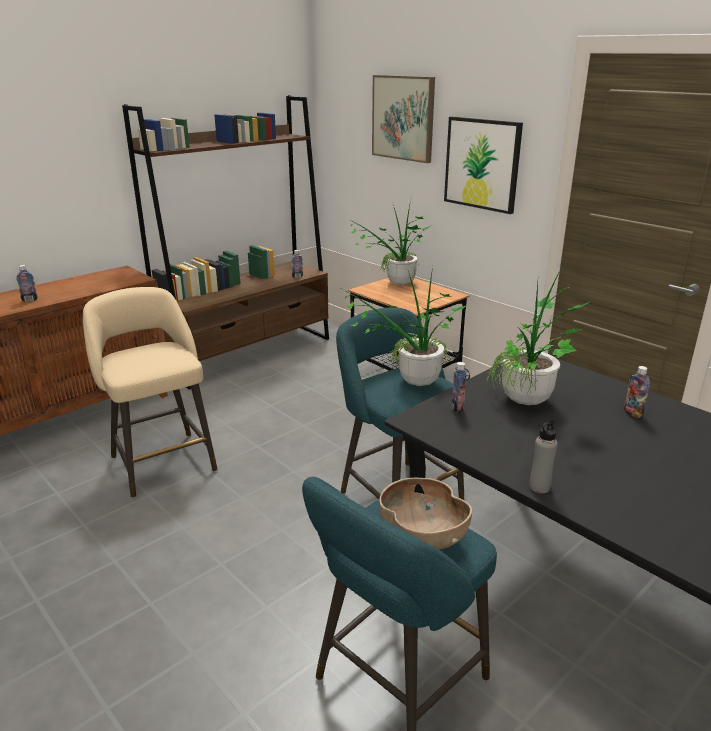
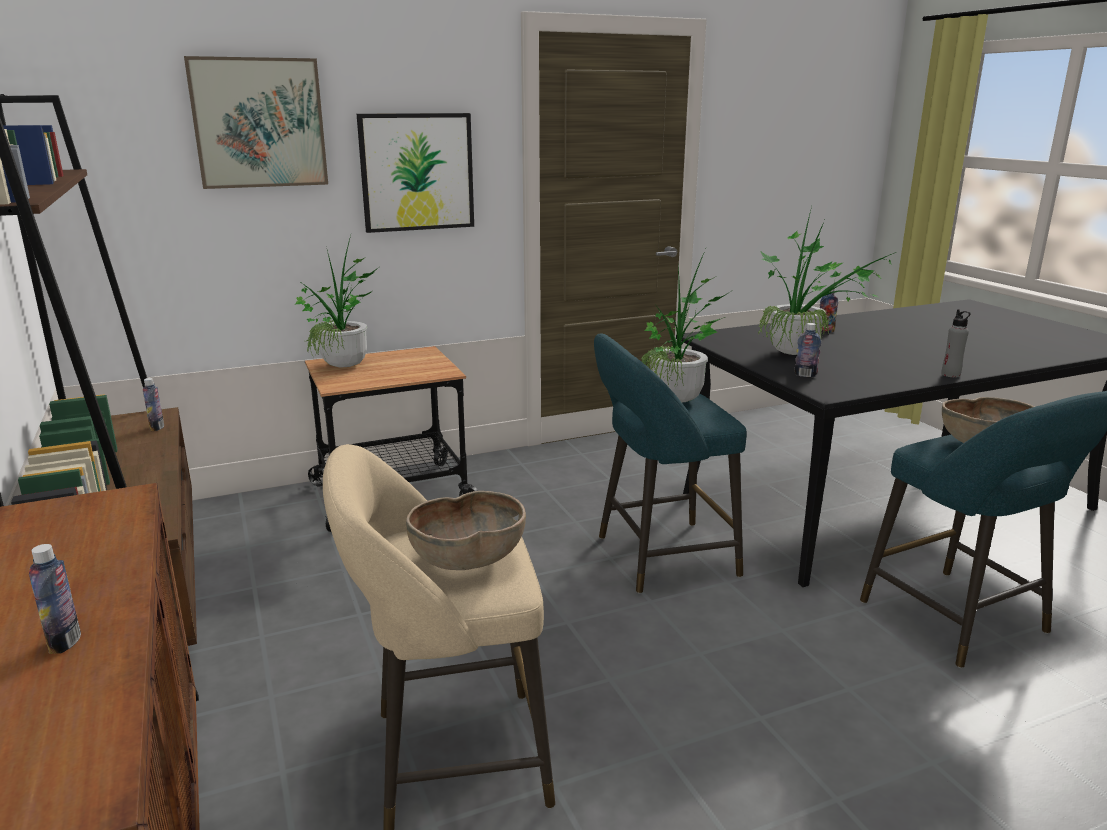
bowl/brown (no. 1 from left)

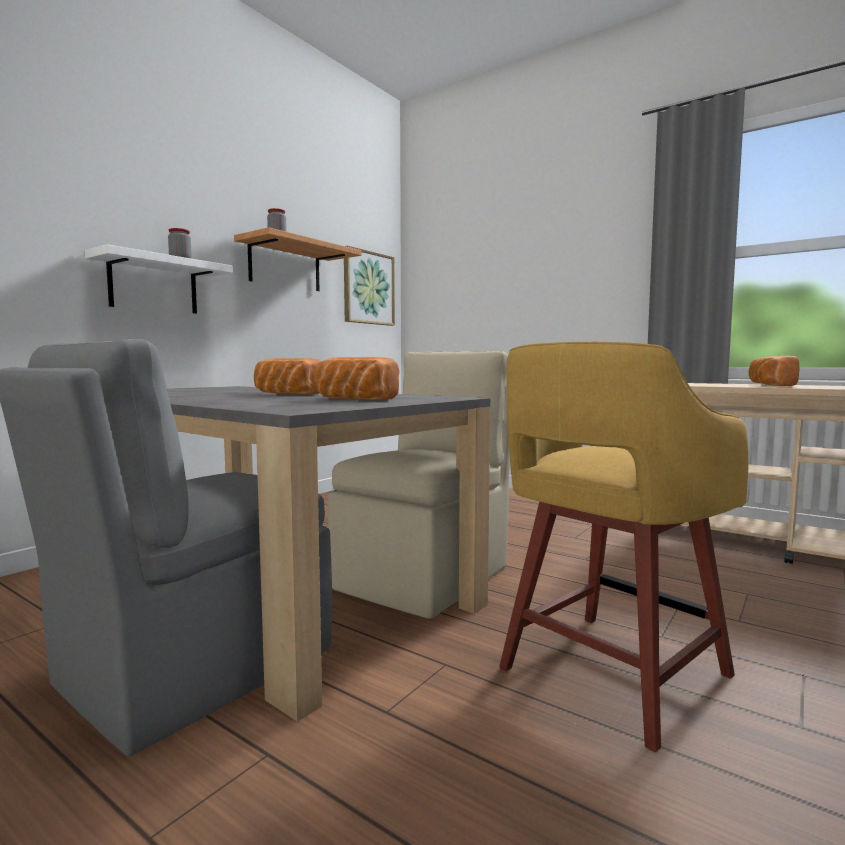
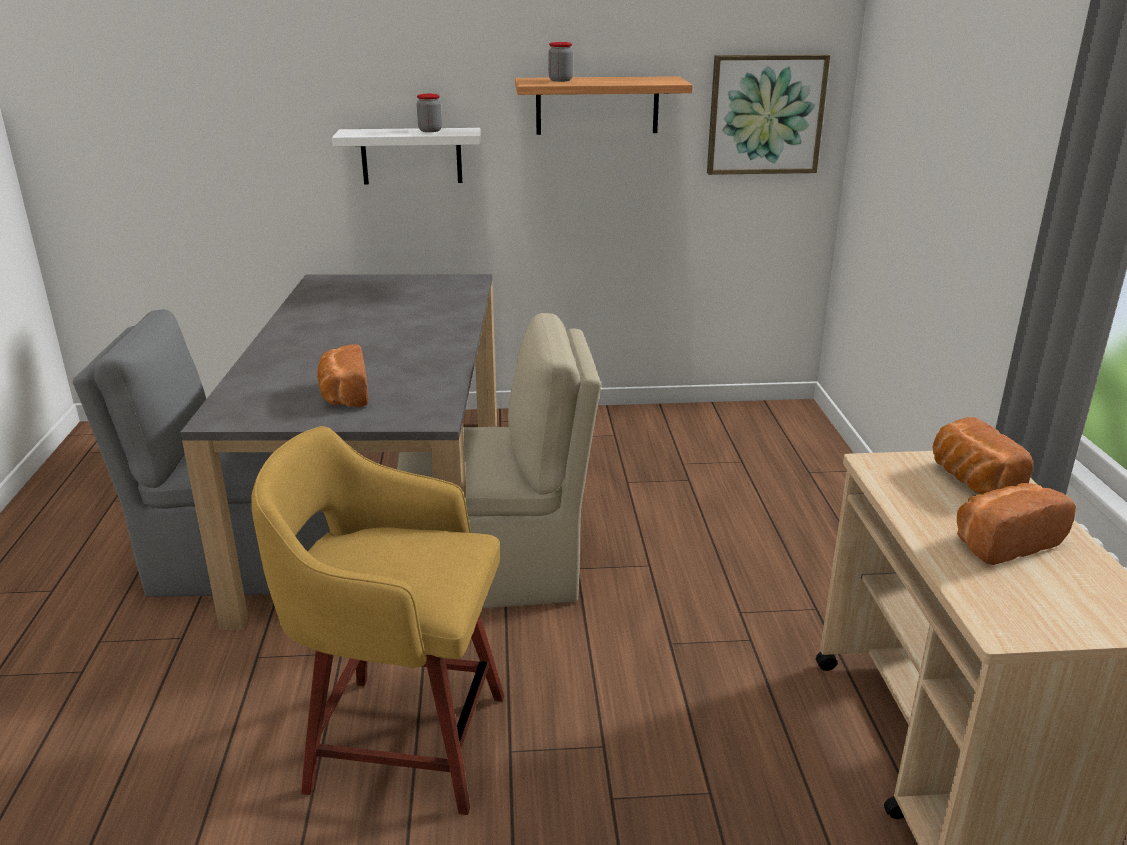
bread (no. 2 from left)

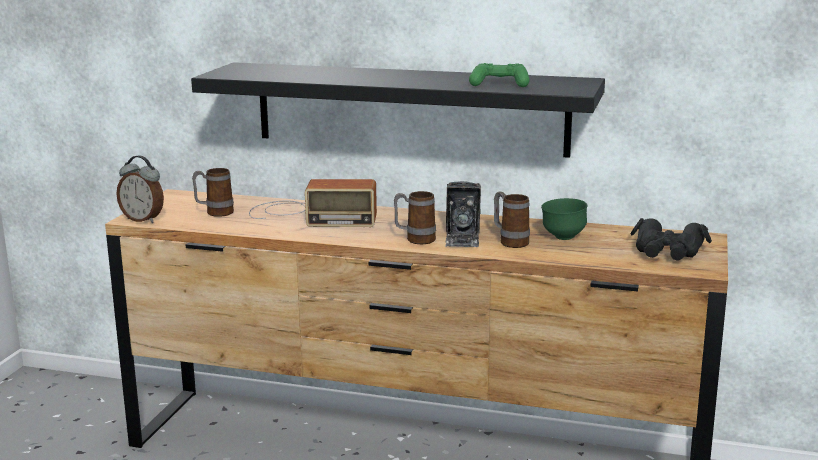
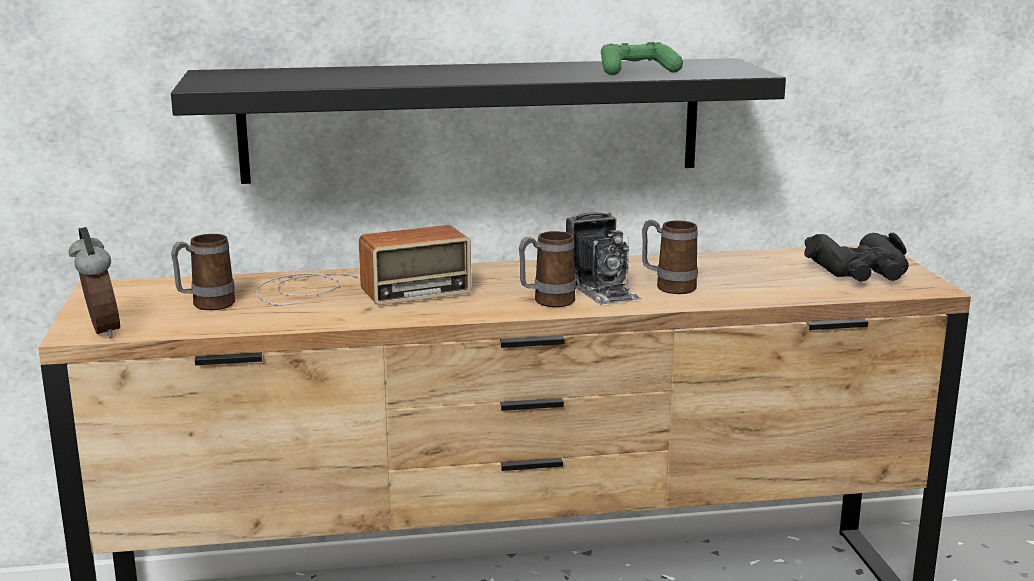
bowl/green; alarm clock

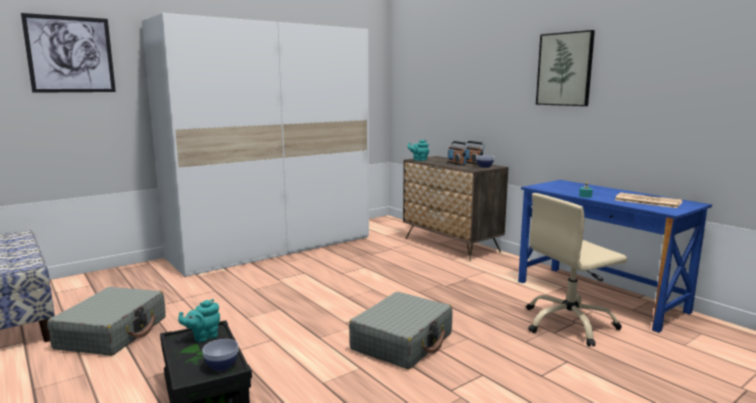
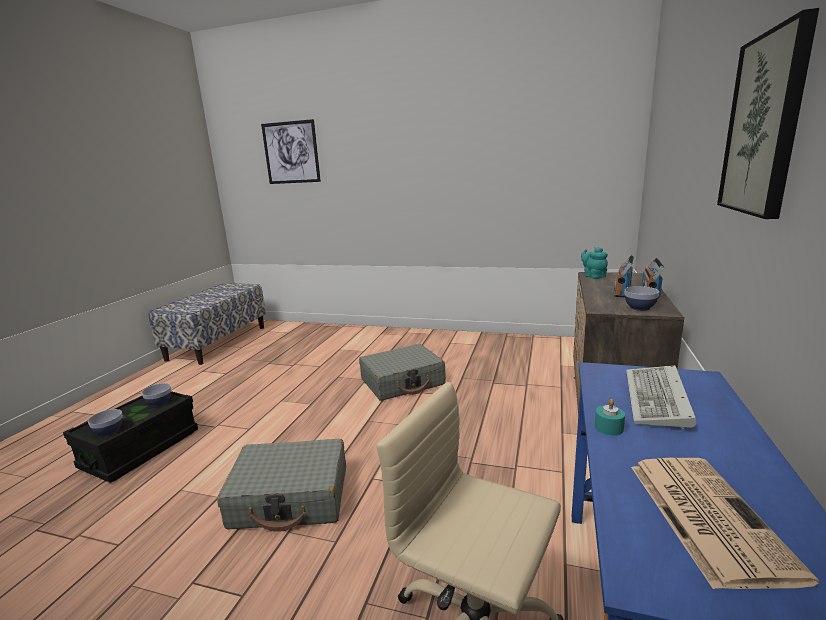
wardrobe/white; keyboard; suitcase/grey (no. 2 from left); bowl (no. 2 from left)

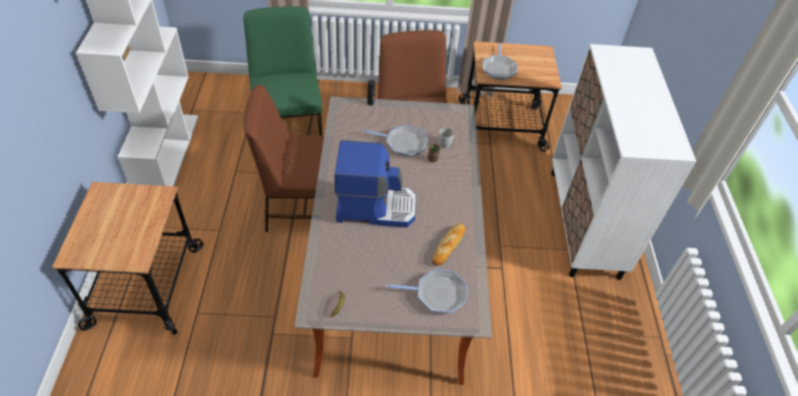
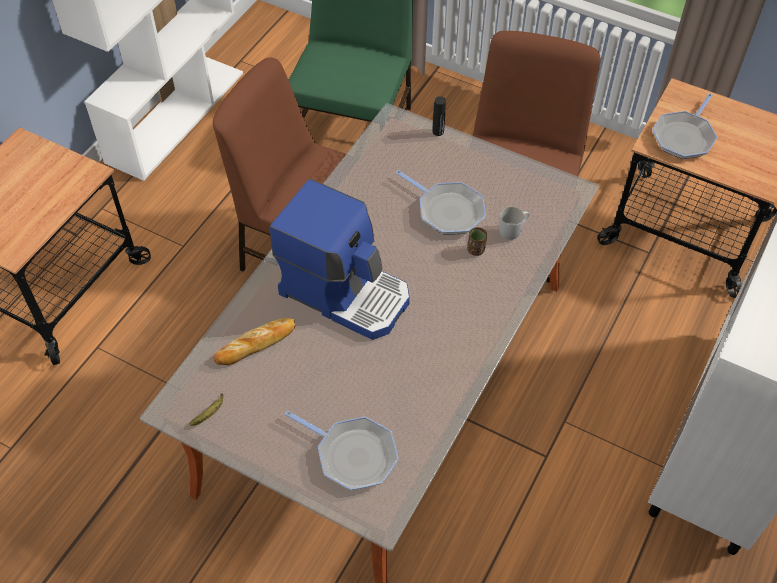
bread

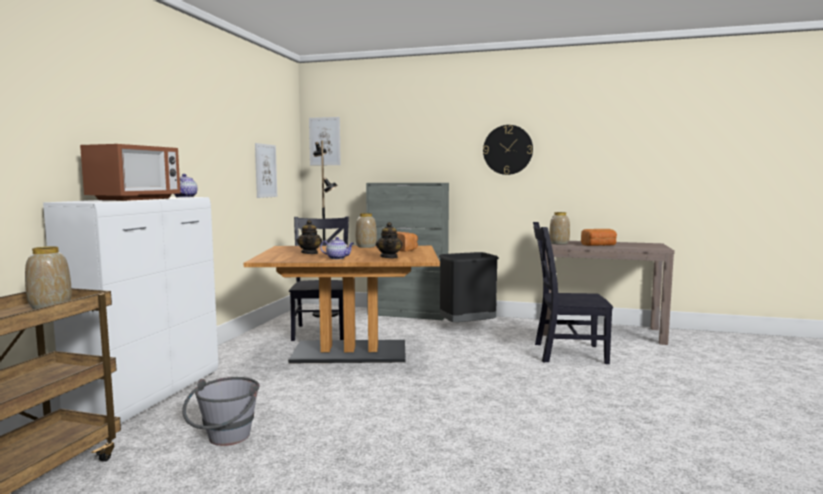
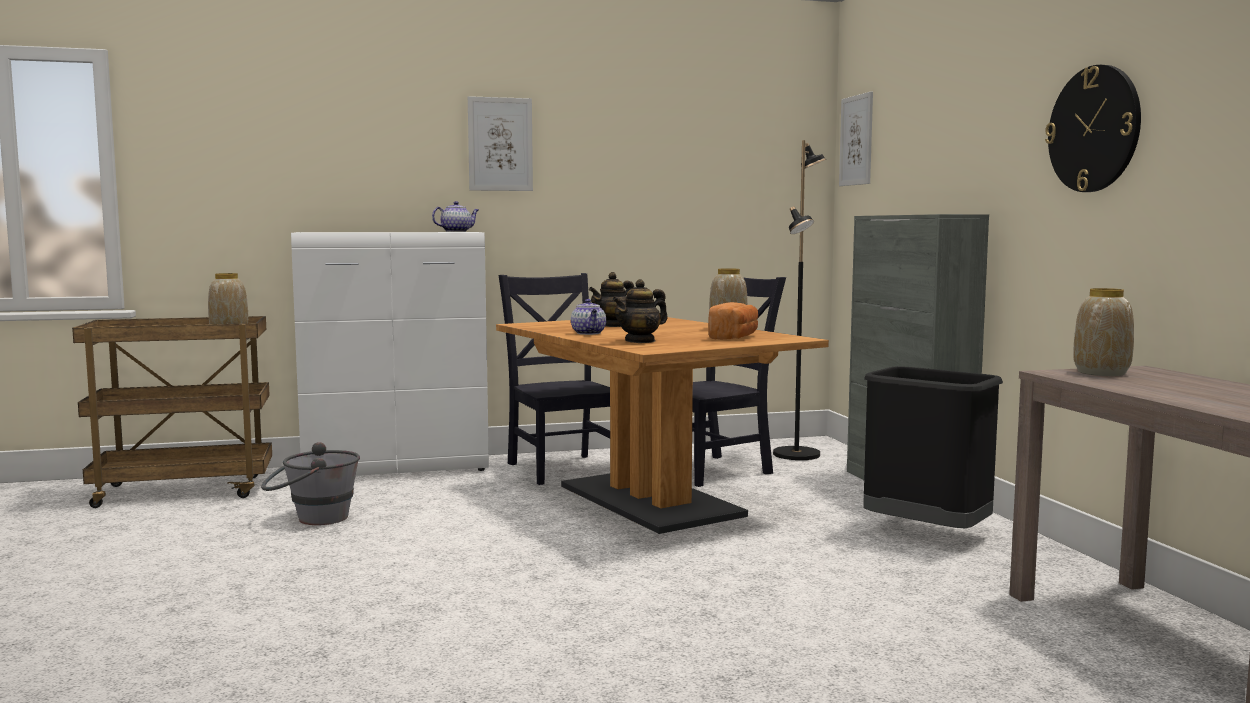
microwave; bread (no. 2 from left in the first image); picture (no. 1 from left); chair/black (no. 1 from left)

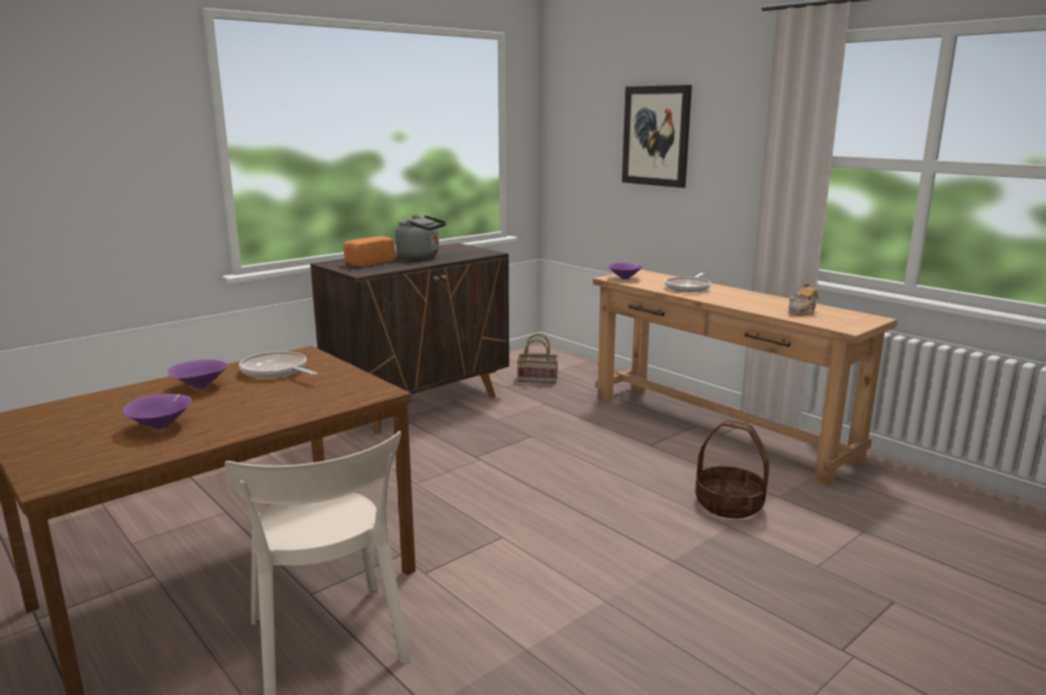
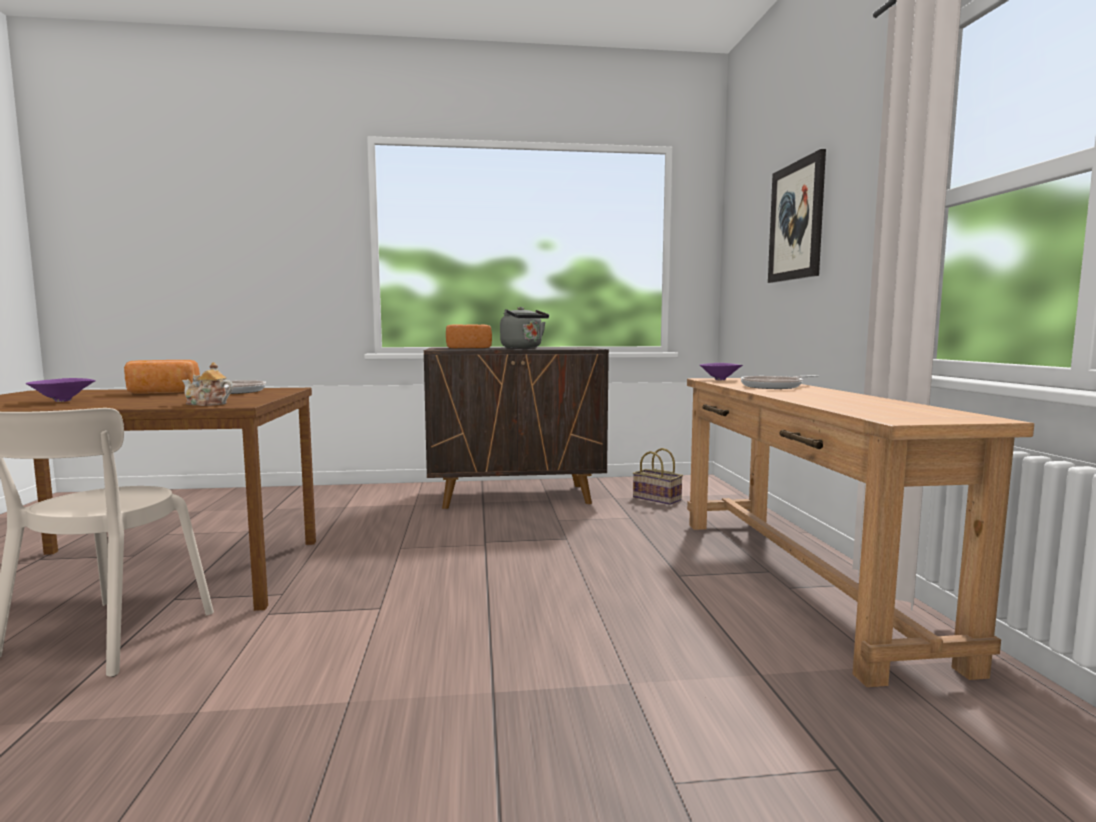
basket (no. 2 from left in the first image); teapot; bread (no. 1 from left)

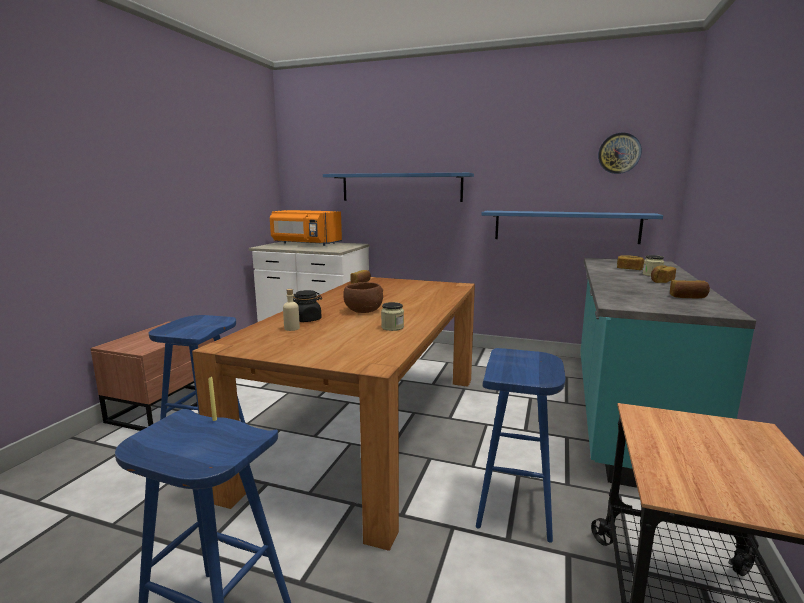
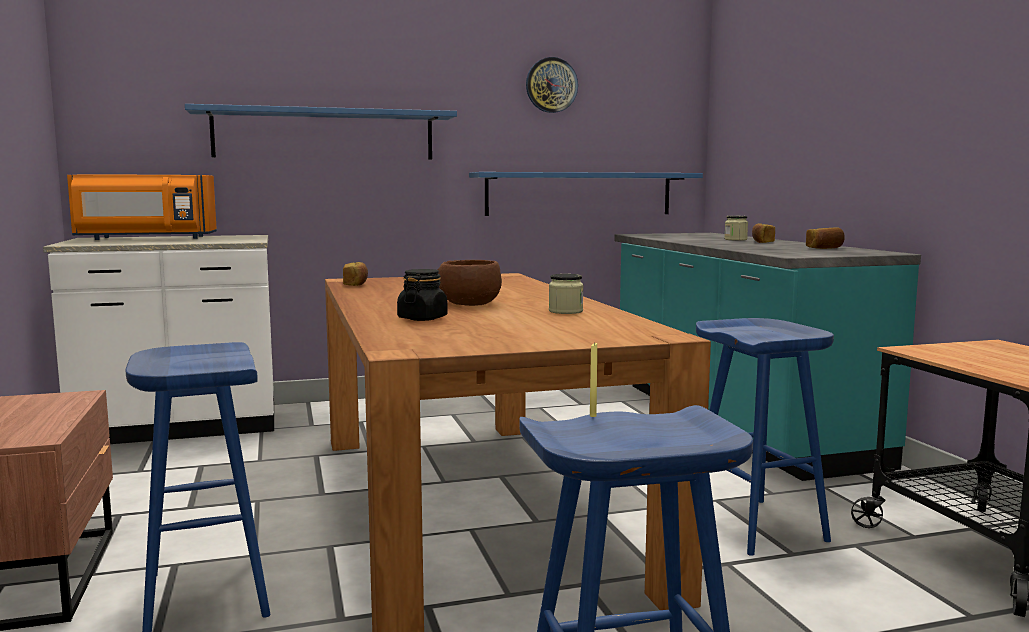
bottle/beige; bread (no. 2 from left in the first image); wall clock

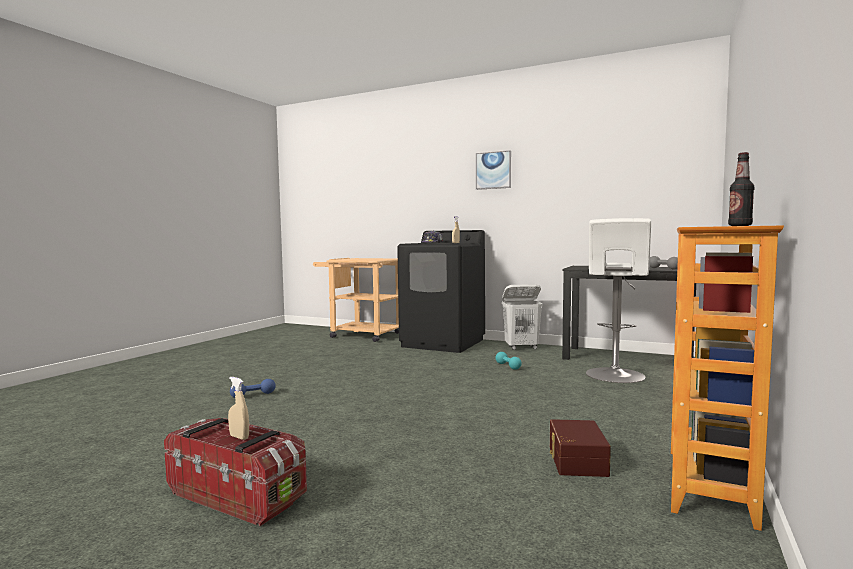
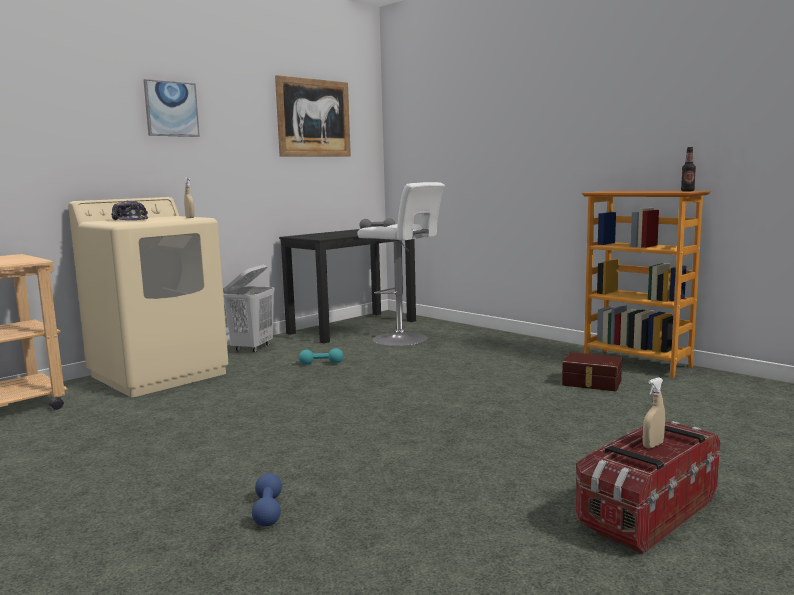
picture (no. 2 from left); washing machine/beige

